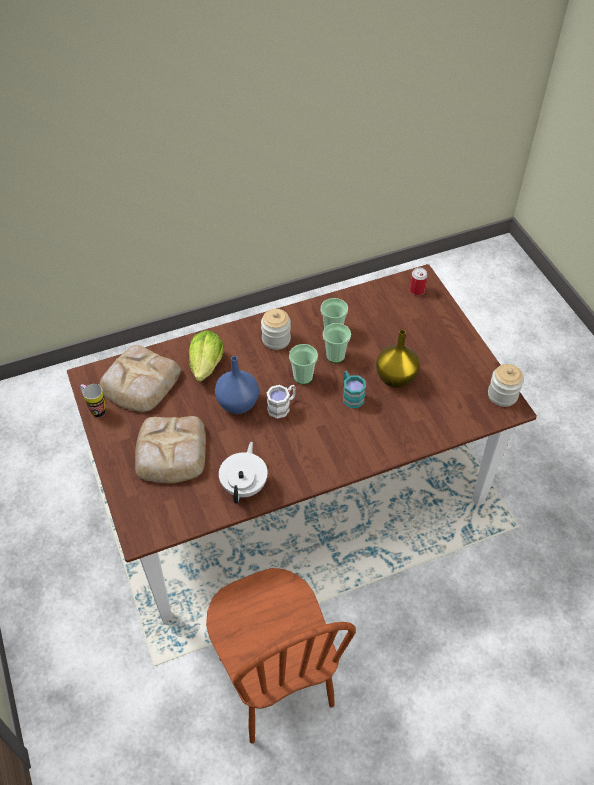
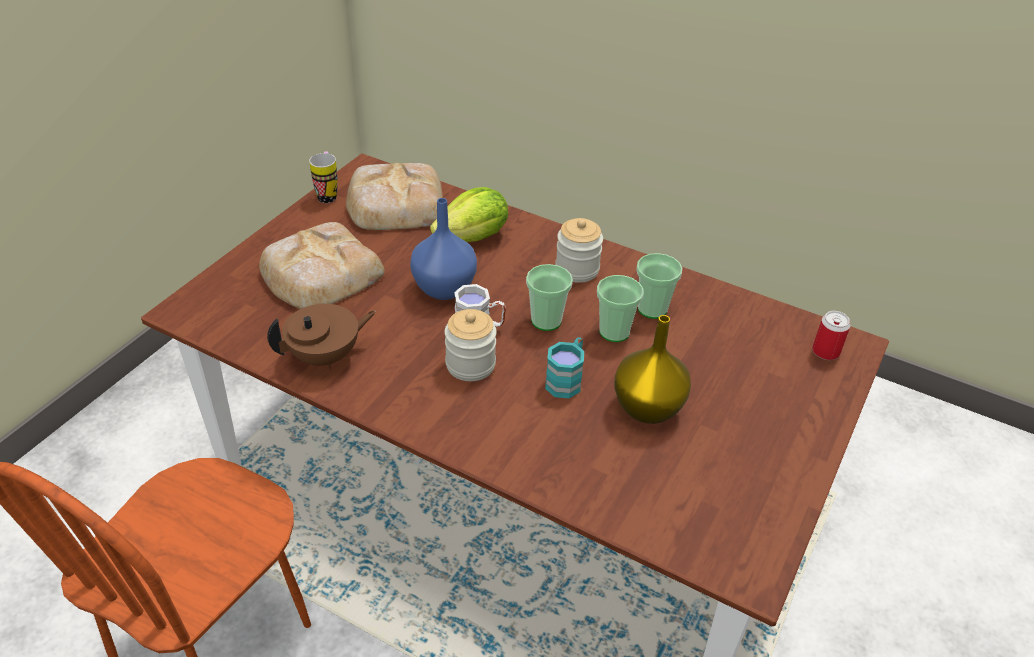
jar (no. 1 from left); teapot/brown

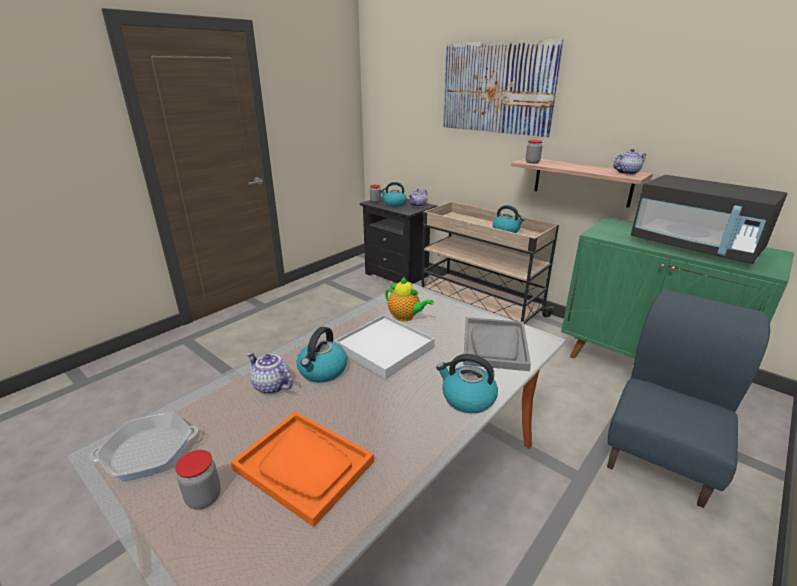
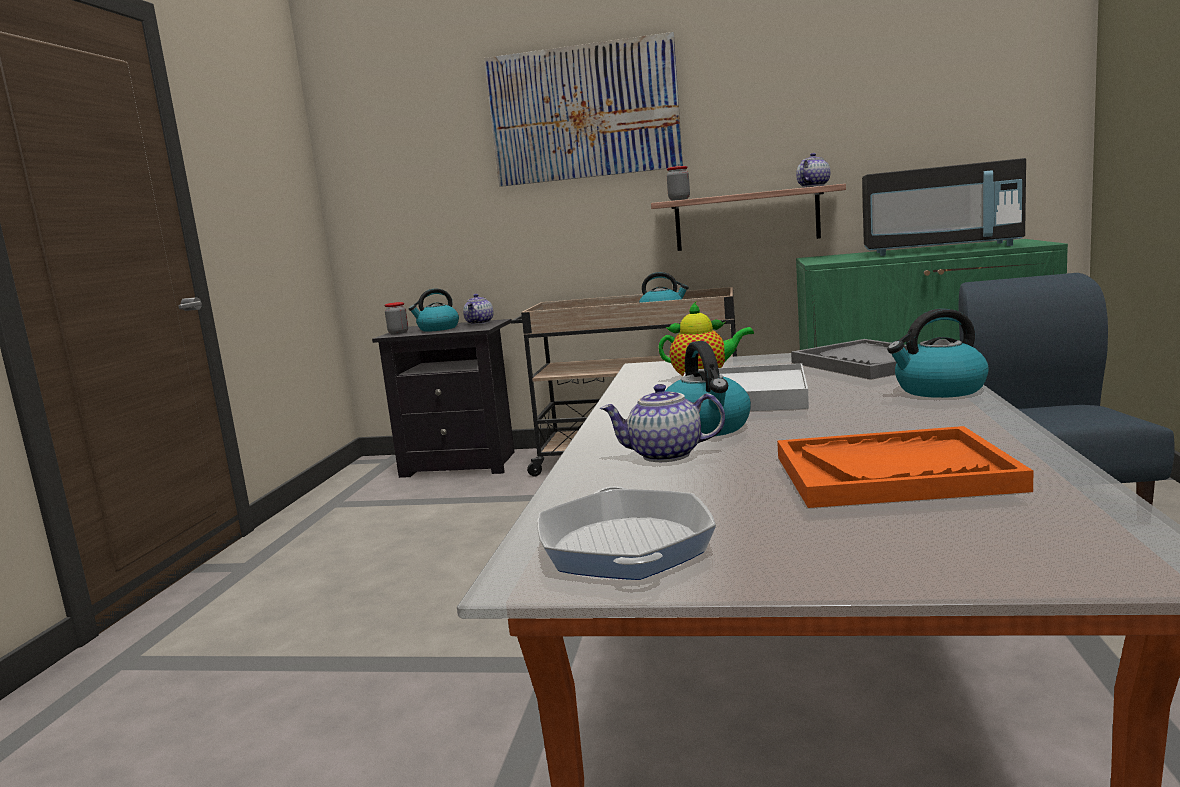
jar (no. 1 from left in the first image); frying pan

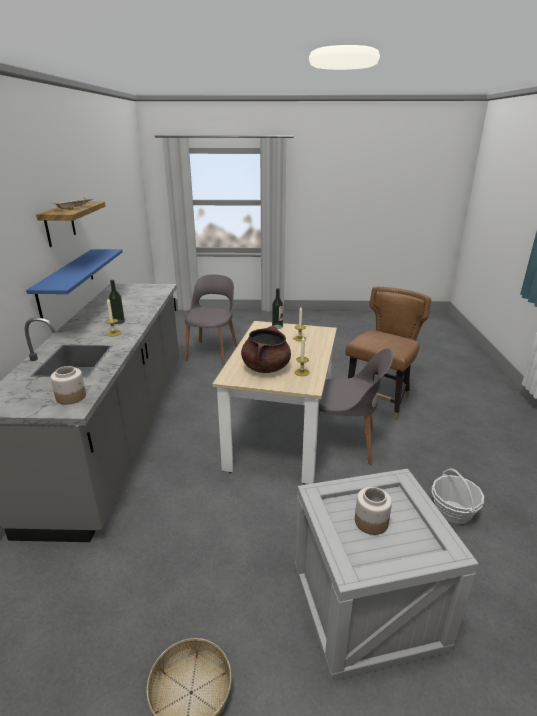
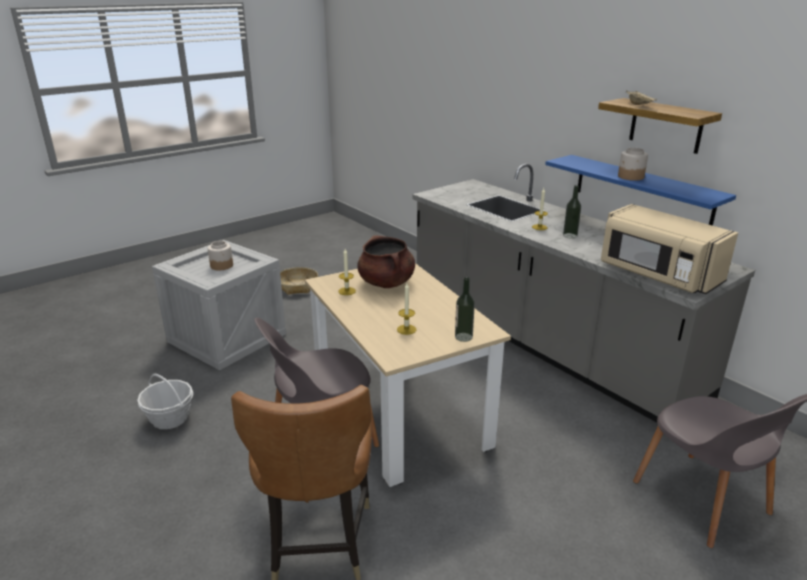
microwave/beige; jar (no. 2 from left)

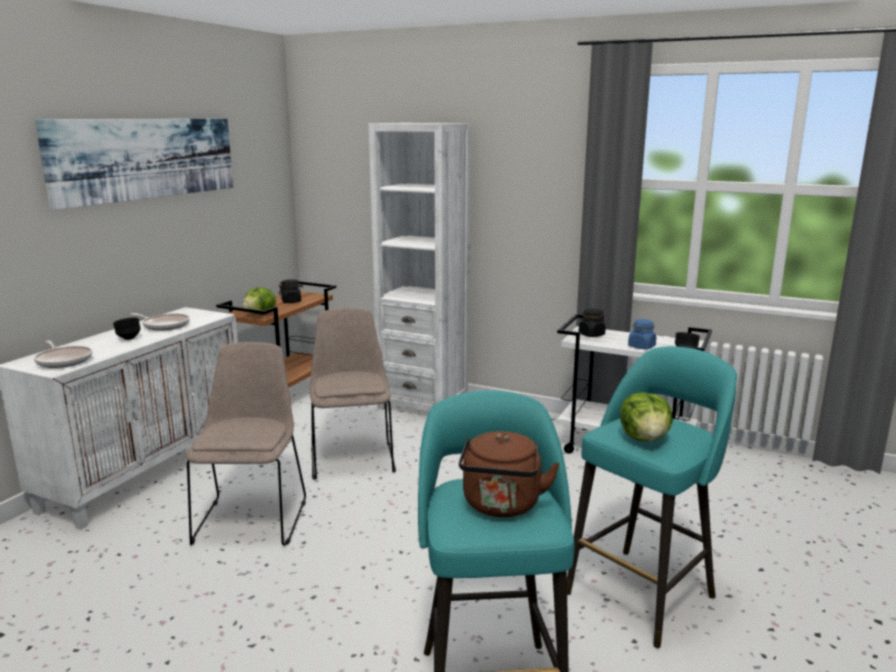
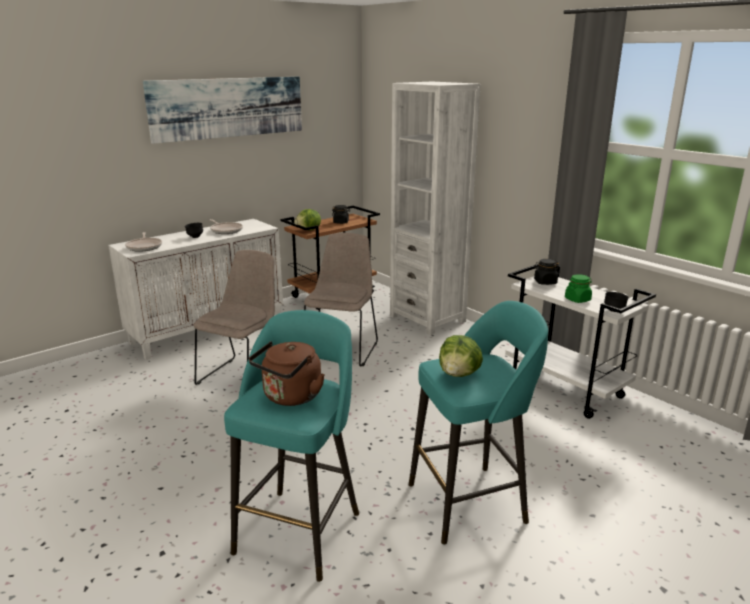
jar/green

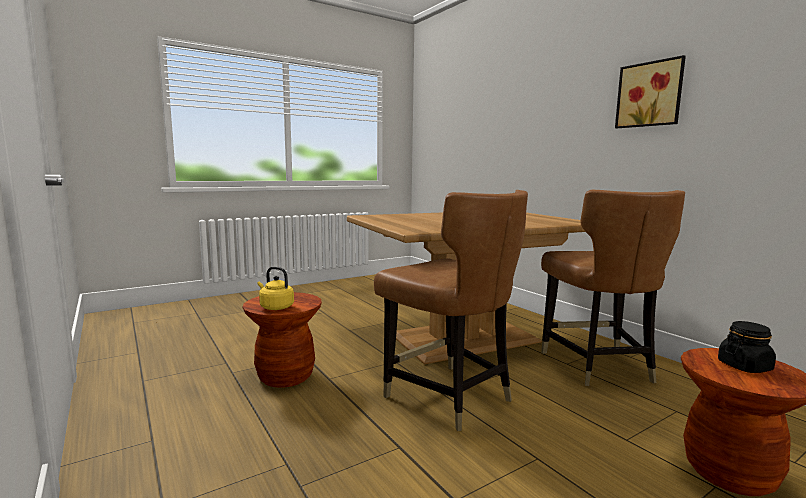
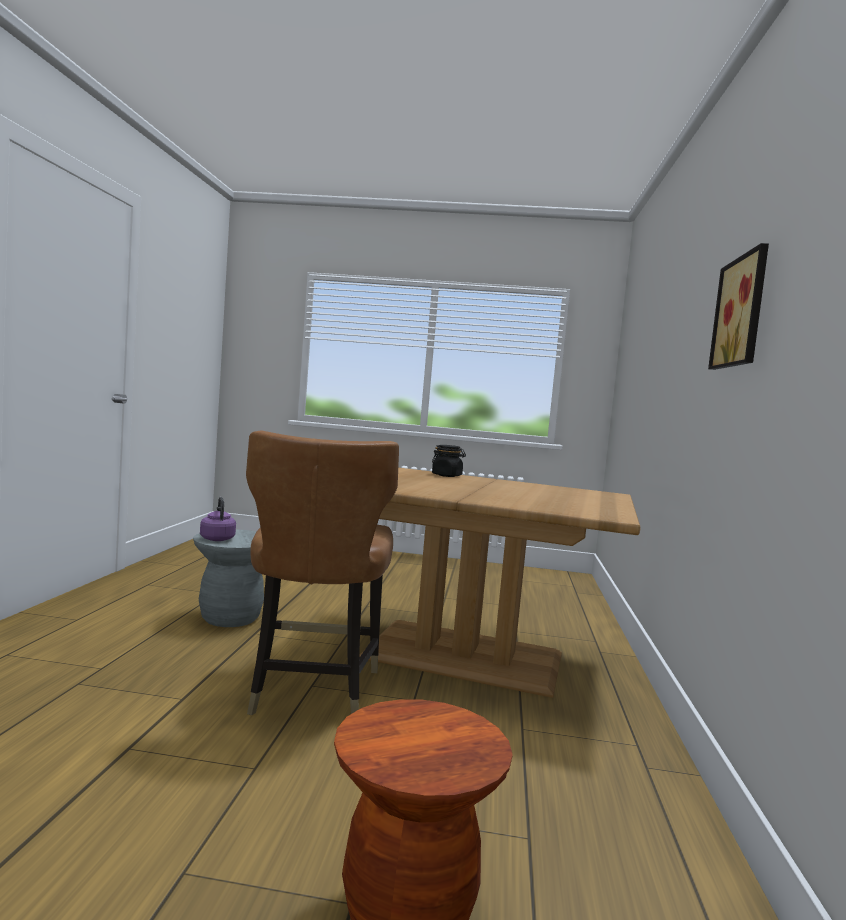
chair/brown (no. 2 from left in the first image); jar/black; stool/grey; kettle/purple

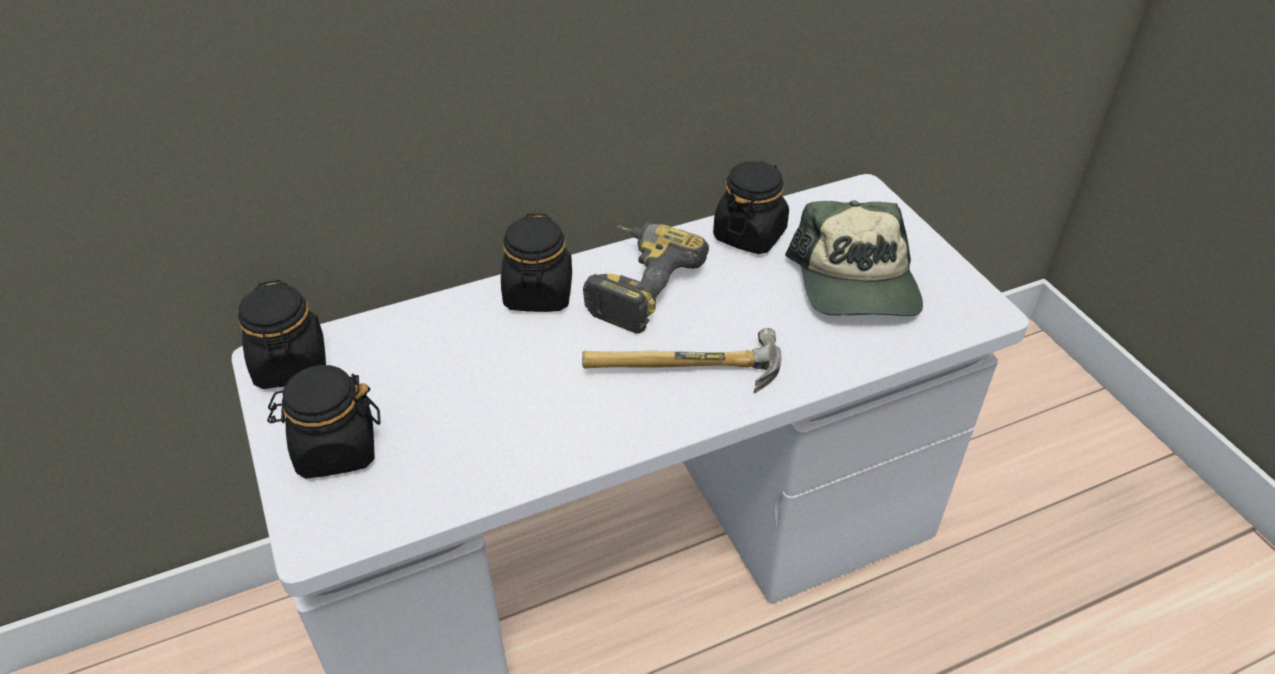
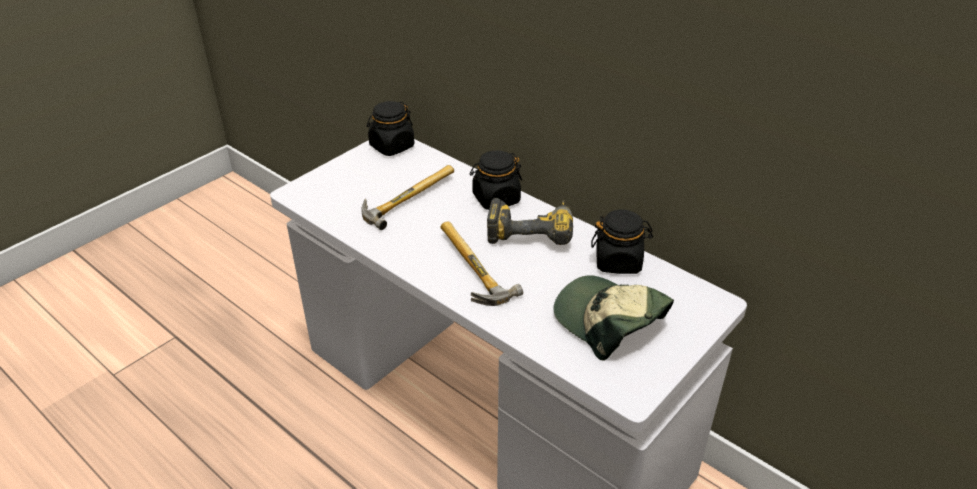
jar/black (no. 2 from left in the first image); hammer (no. 1 from left); cap

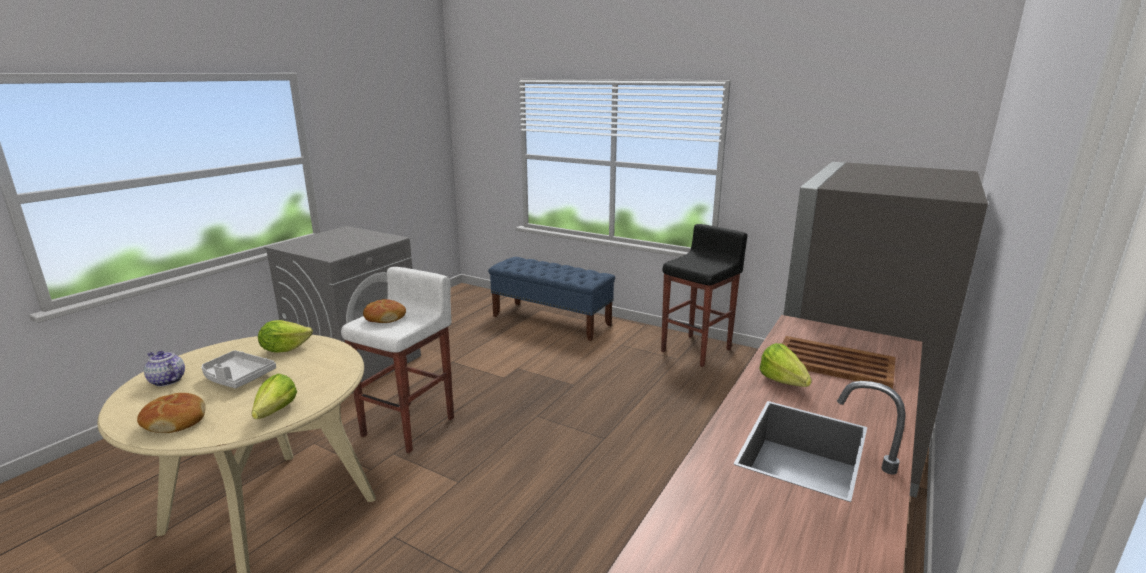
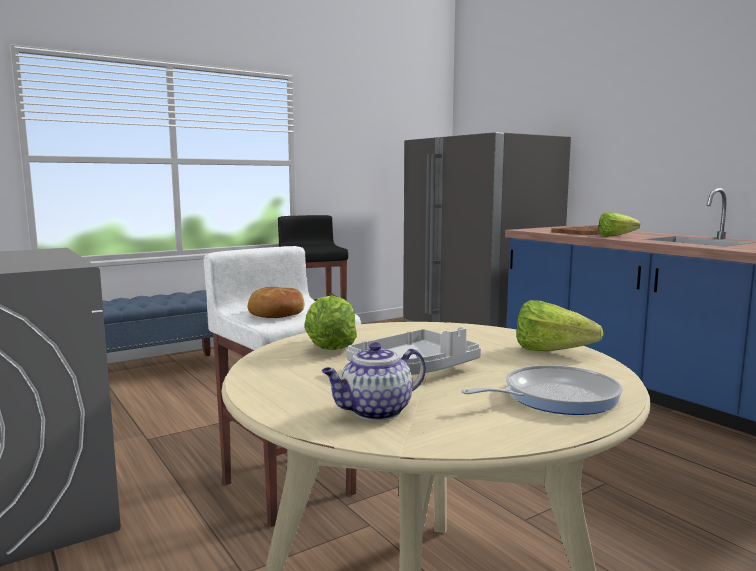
frying pan

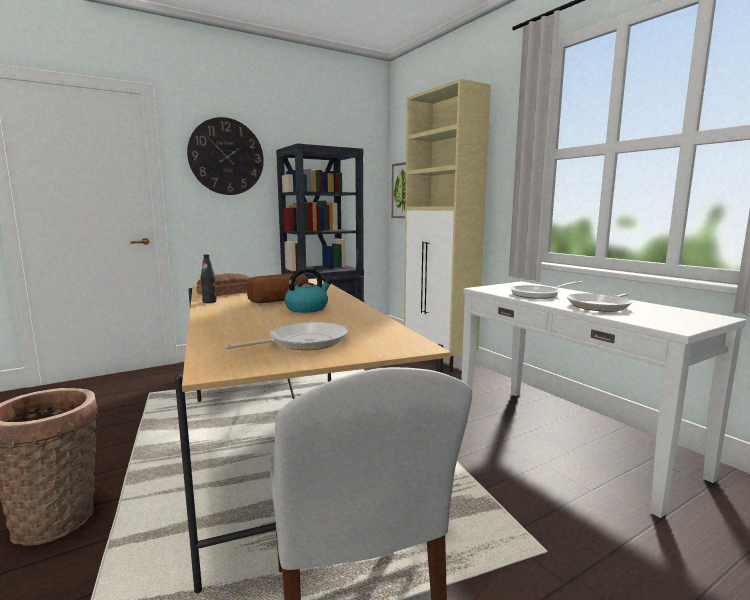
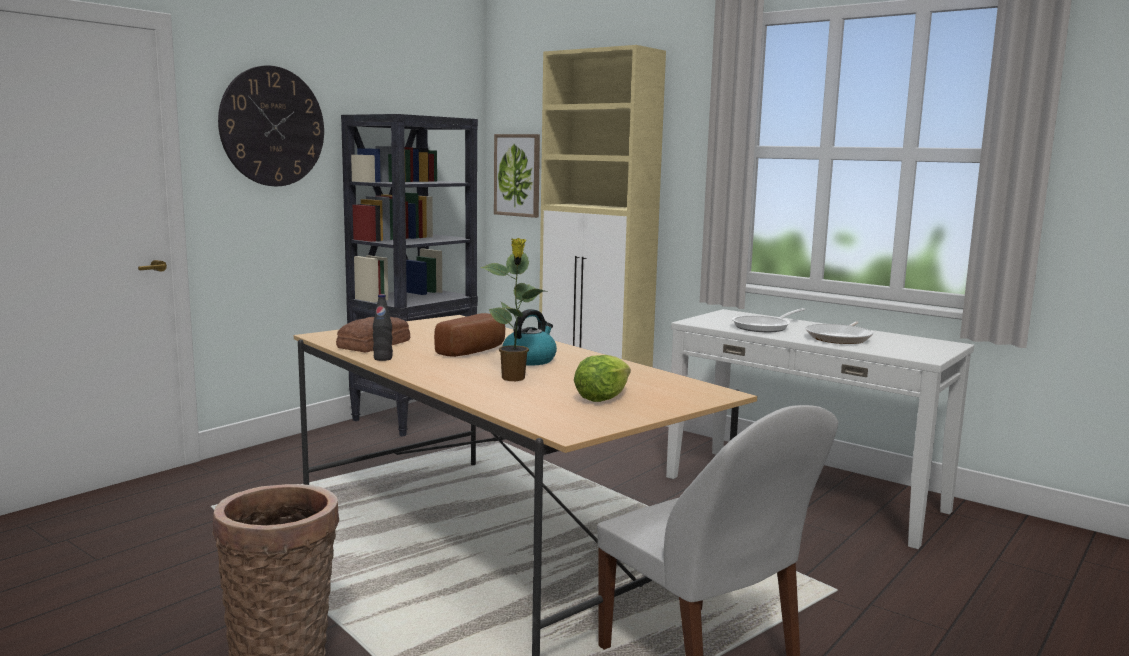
potted plant; lettuce

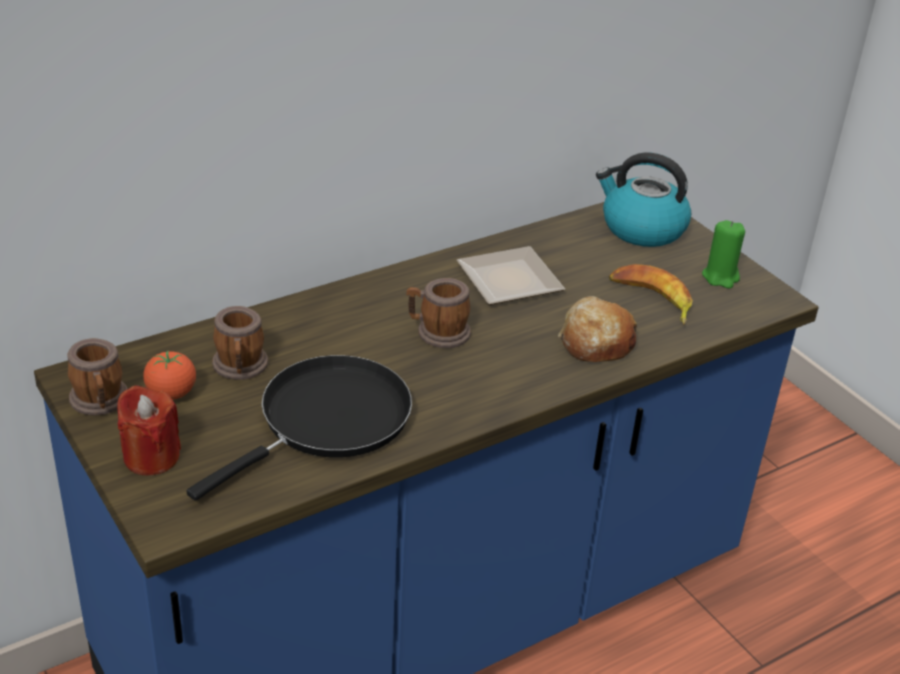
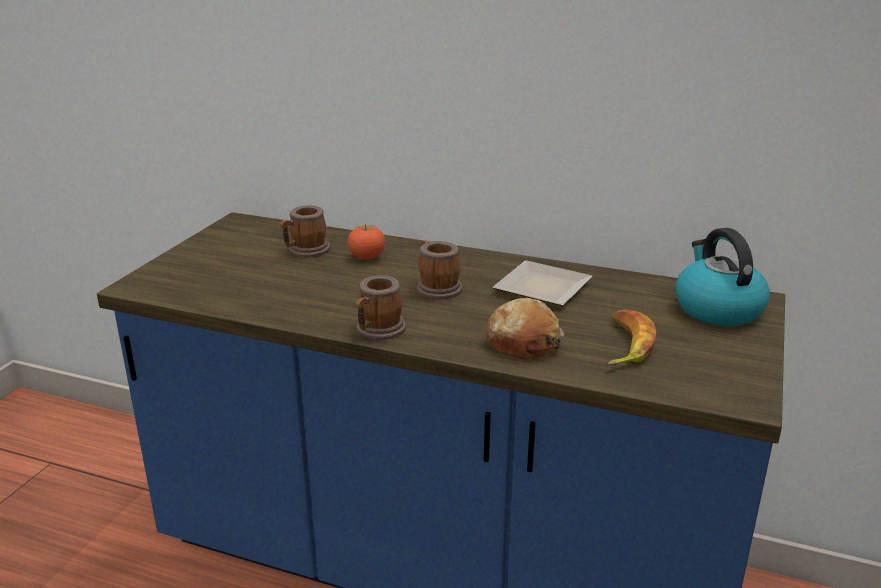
candle/red; frying pan/black; candle/green; mug (no. 2 from left); tomato

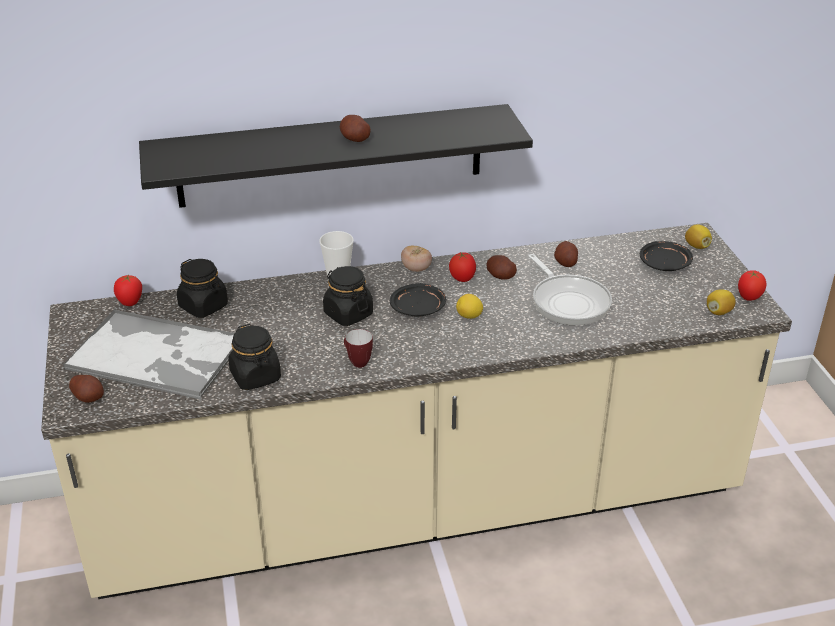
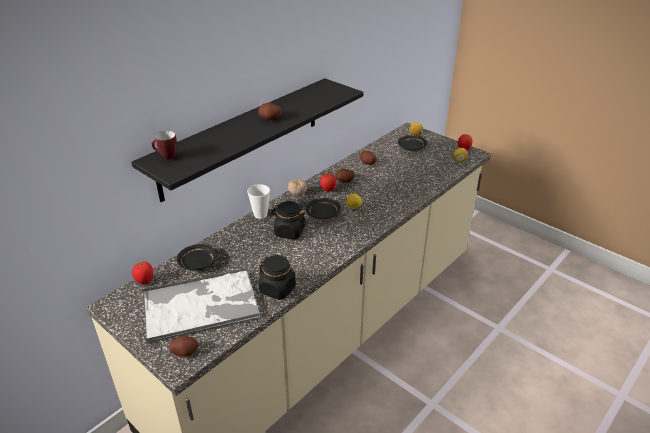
frying pan; mug; plate/black (no. 1 from left)

